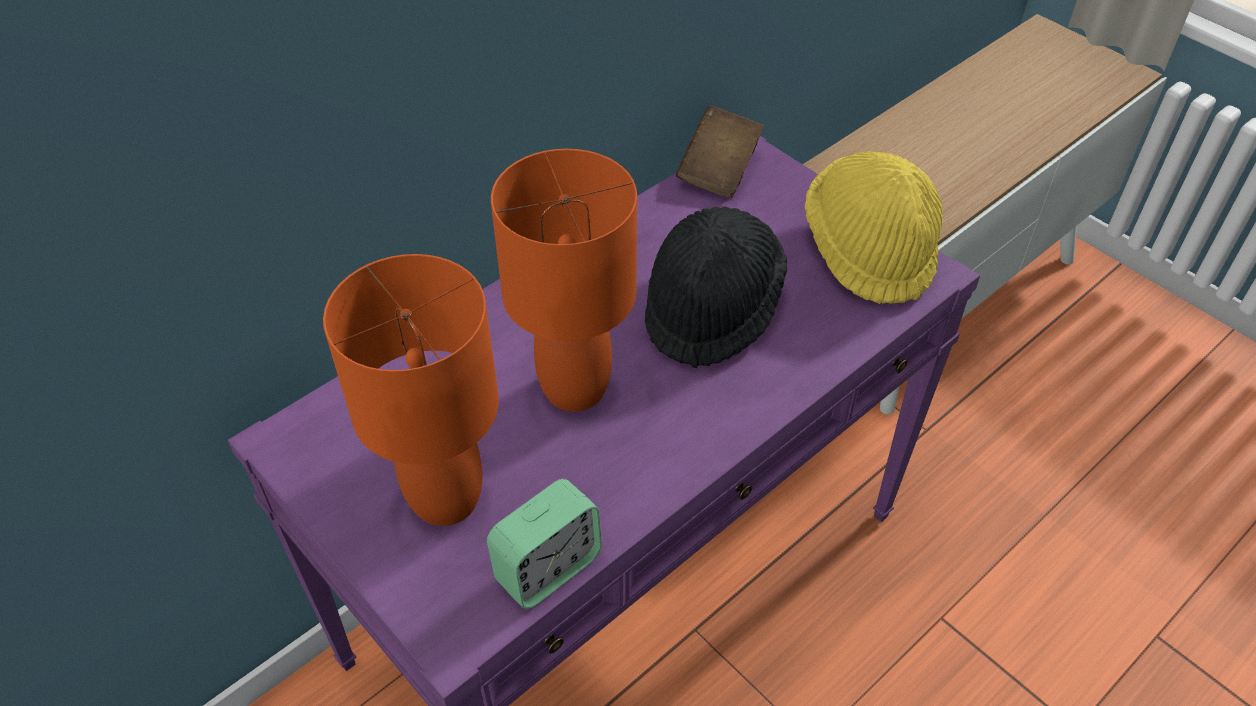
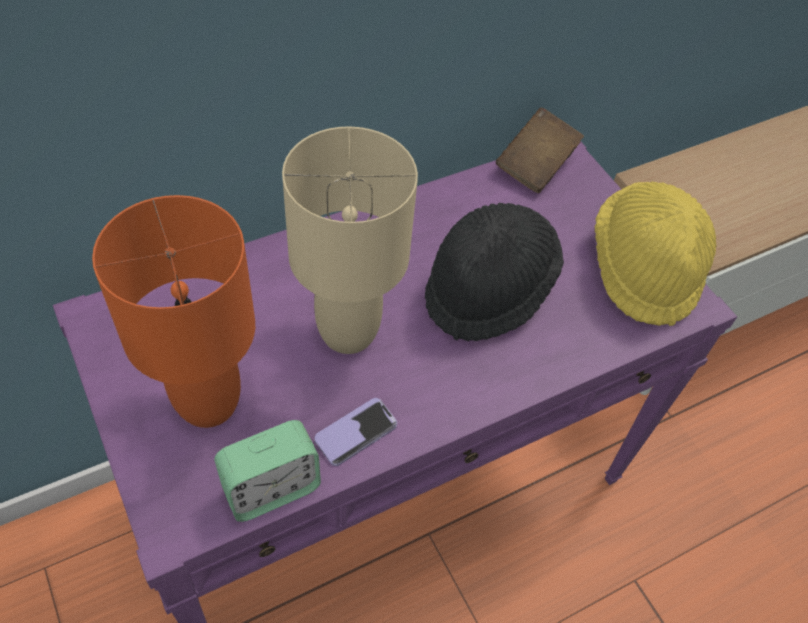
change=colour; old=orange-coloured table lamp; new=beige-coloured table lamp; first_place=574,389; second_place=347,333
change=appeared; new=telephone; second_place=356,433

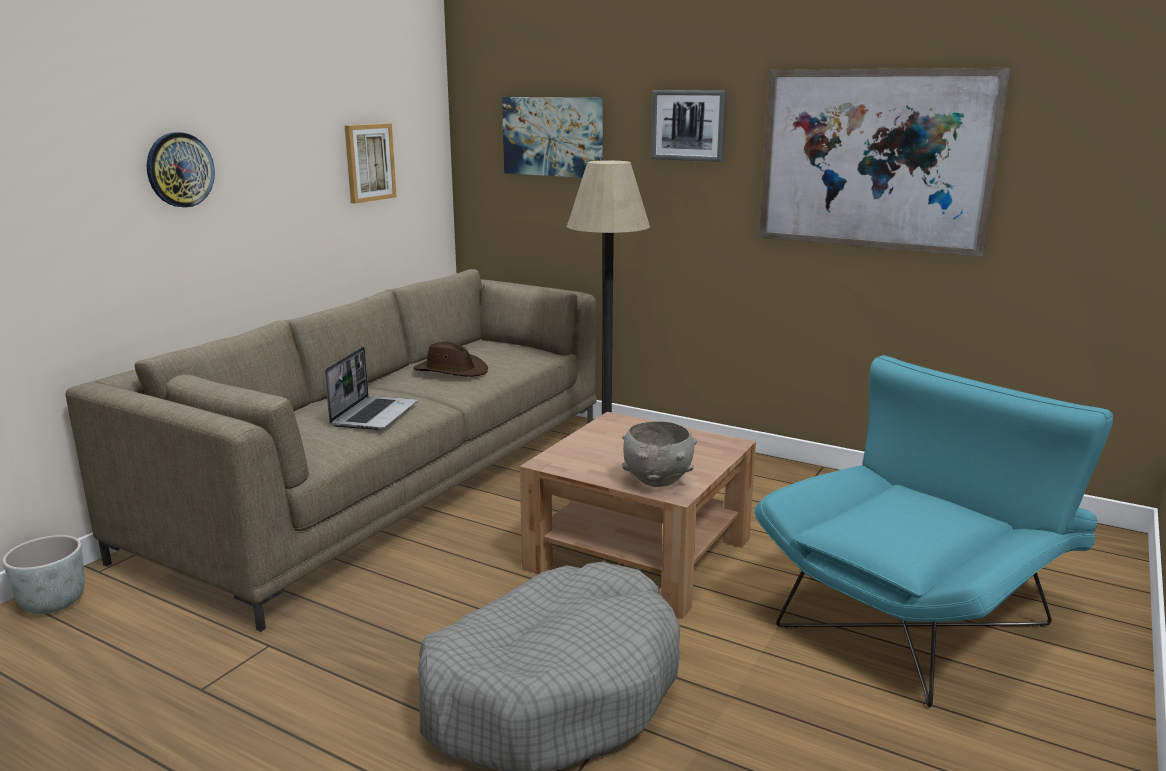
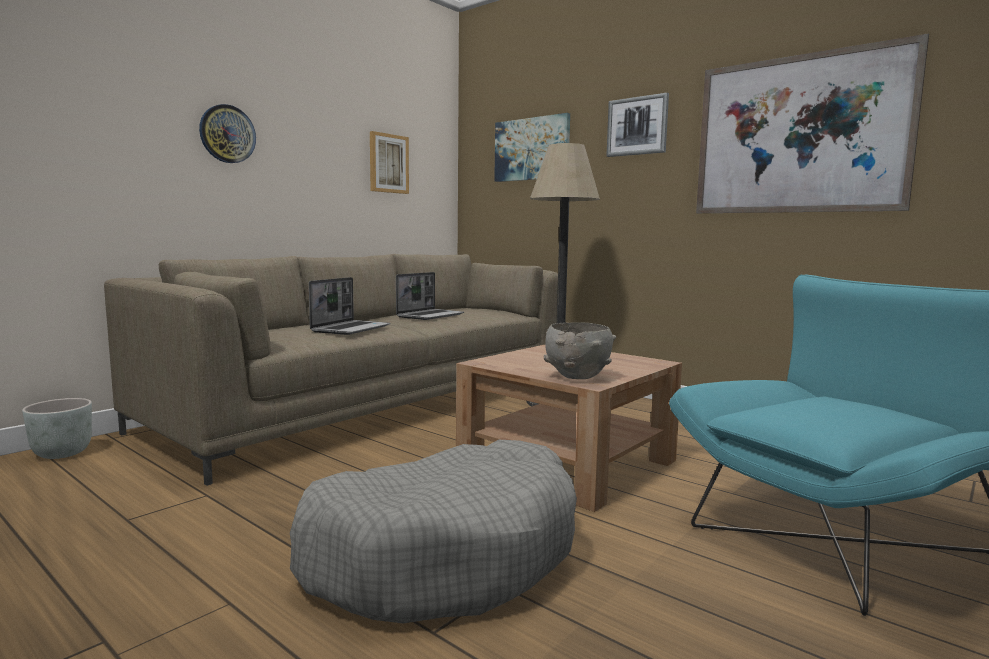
change=exchanged; old=brownish clothing hat; new=laptop; first_place=451,370; second_place=430,316

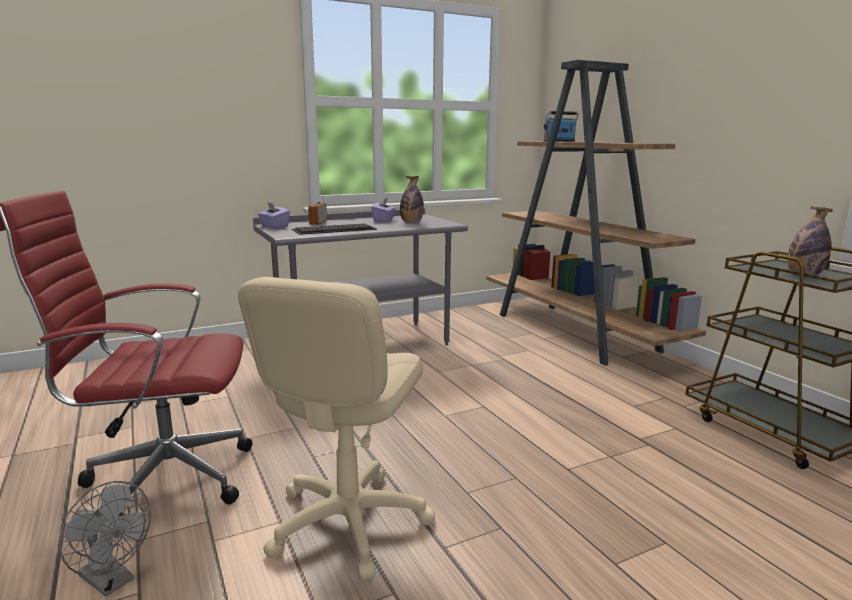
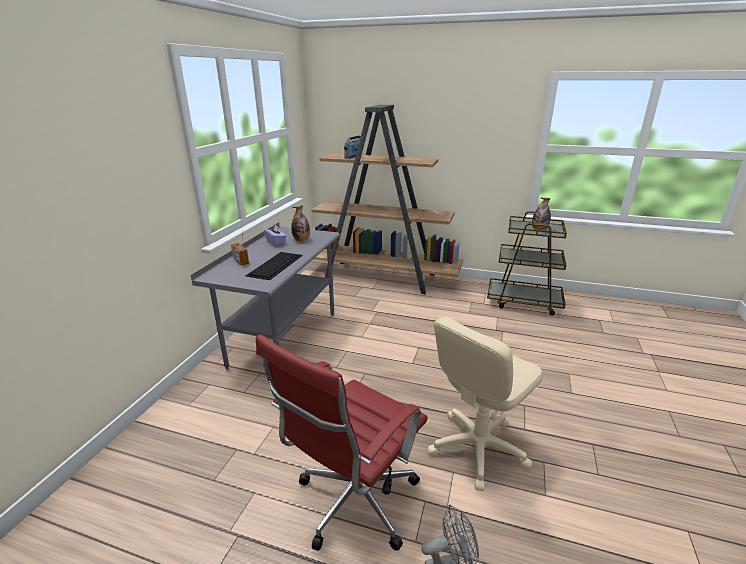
change=spun; old=beige-coloured desk chair; first_place=347,522; second_place=477,448; degrees=75
change=missing; old=purple-coloured tissue holder; first_place=274,226

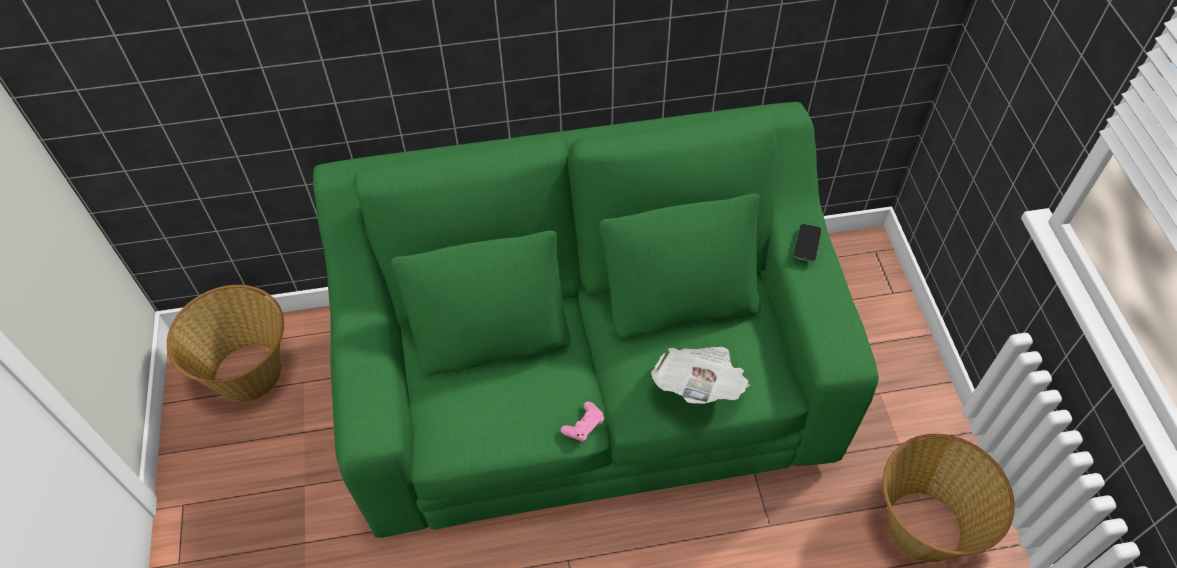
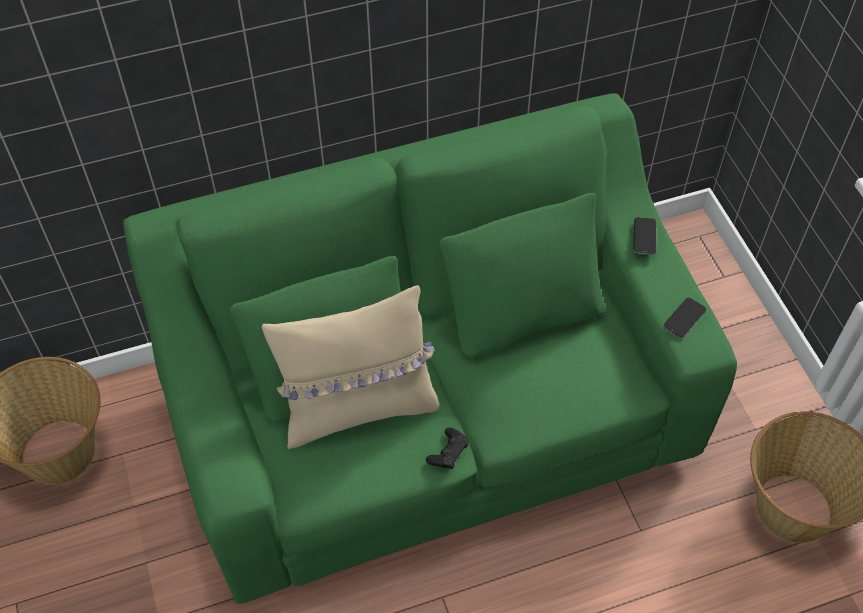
change=colour; old=pink-coloured joypad; new=black joypad; first_place=583,425; second_place=448,452
change=missing; old=daily paper; first_place=700,385
change=appeared; new=beige-coloured pillow; second_place=358,408
change=appeared; new=telephone; second_place=684,318

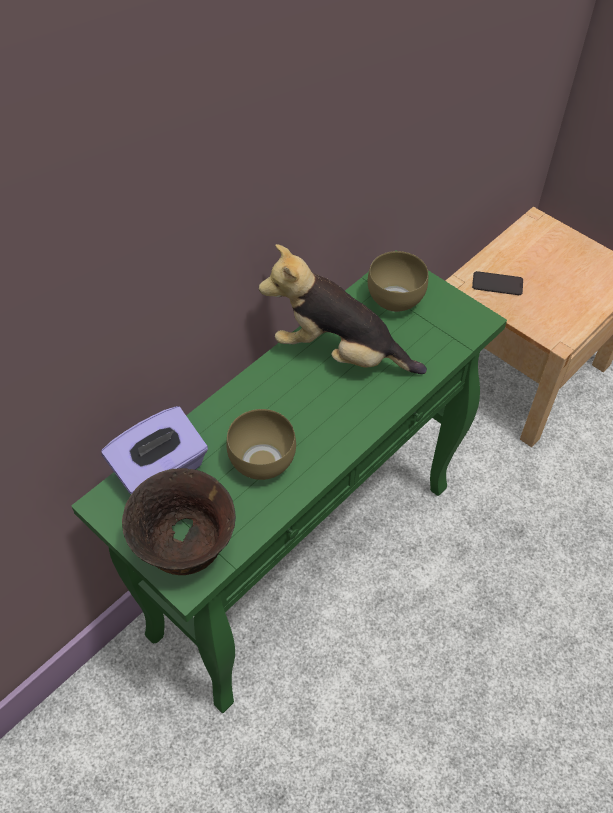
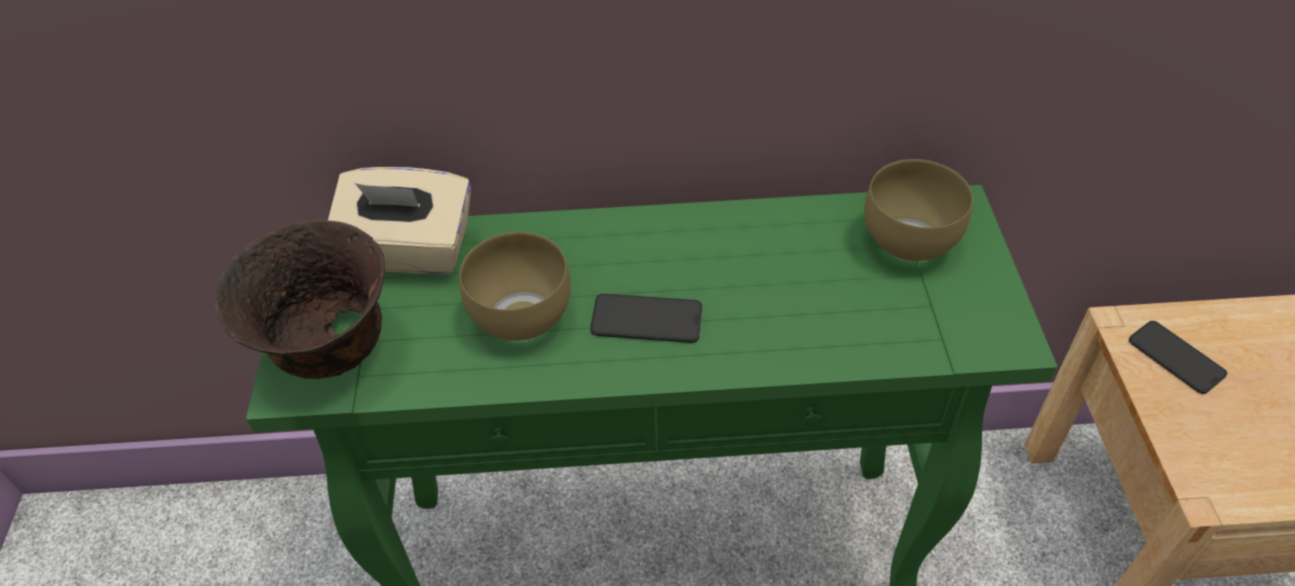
change=colour; old=purple-coloured tissue holder; new=beige-coloured tissue holder; first_place=160,471; second_place=409,252
change=missing; old=cuddly toy; first_place=339,353
change=appeared; new=telephone; second_place=646,319

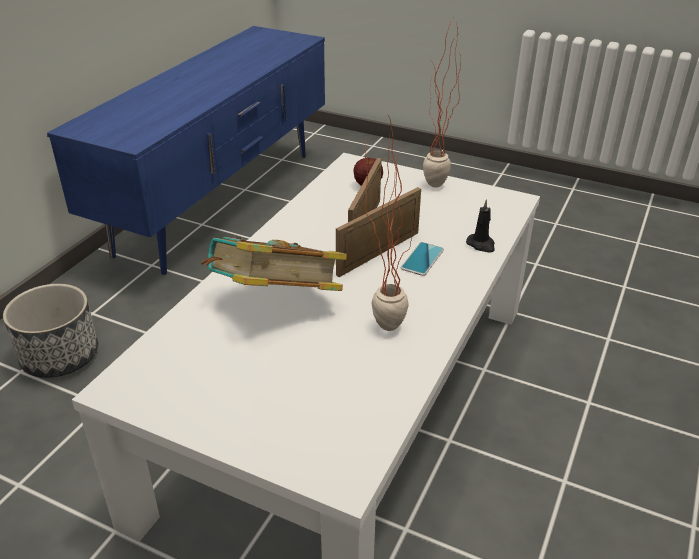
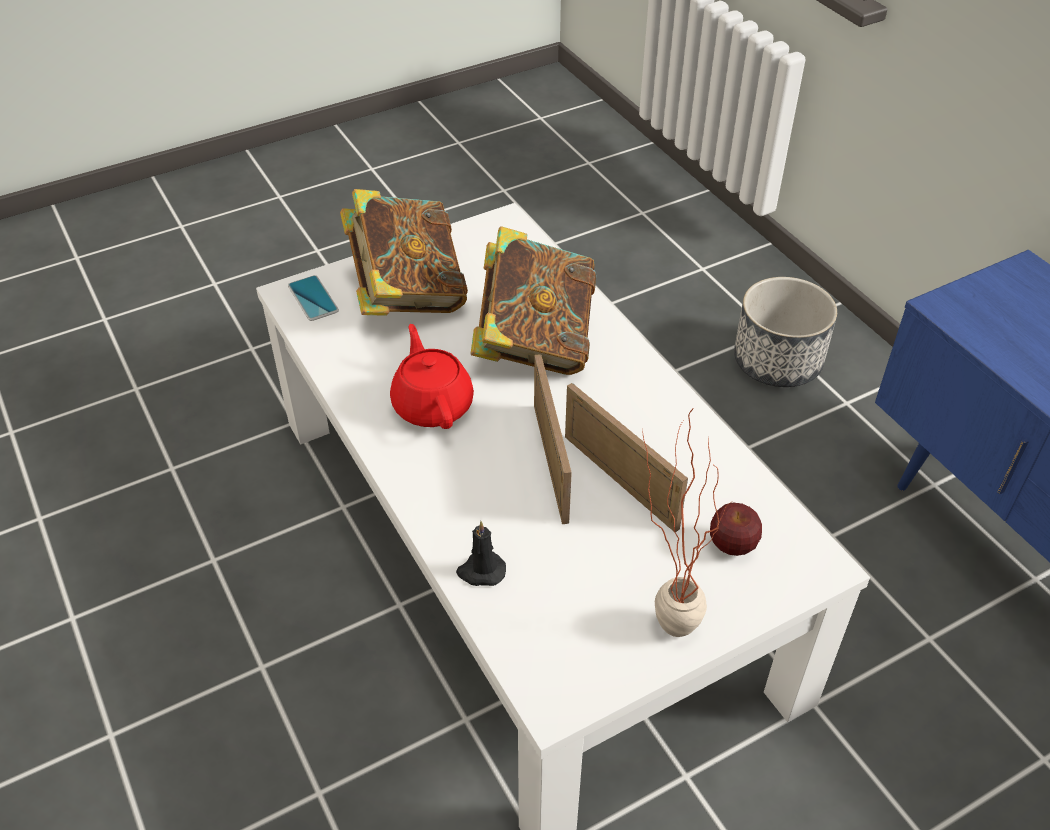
change=exchanged; old=plant in a pot; new=red-coloured tea pot; first_place=385,319; second_place=432,404
change=relocated; old=telephone; first_place=422,259; second_place=313,299
change=appeared; new=volume; second_place=407,294

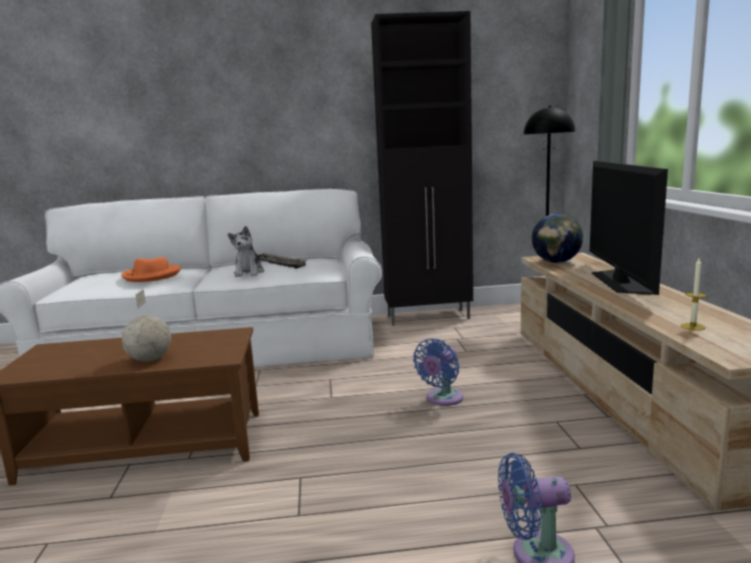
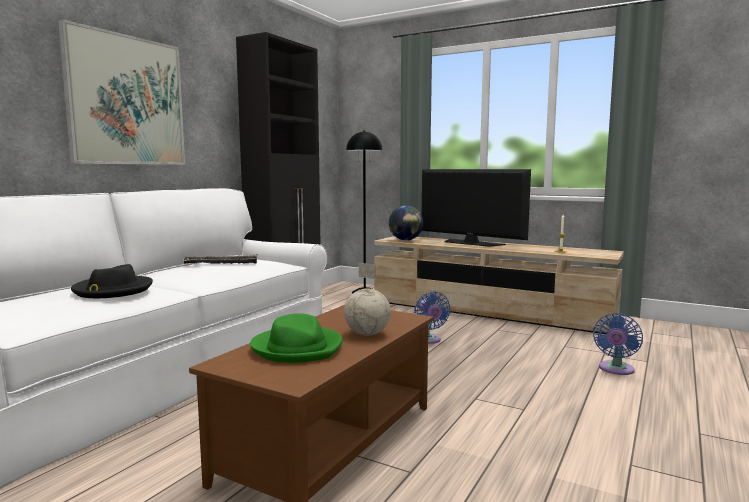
change=colour; old=orange-coloured clothing hat; new=black clothing hat; first_place=151,276; second_place=112,290
change=missing; old=cuddly toy; first_place=249,273
change=appeared; new=wall picture; second_place=126,101
change=appeared; new=greenish clothing hat; second_place=298,348

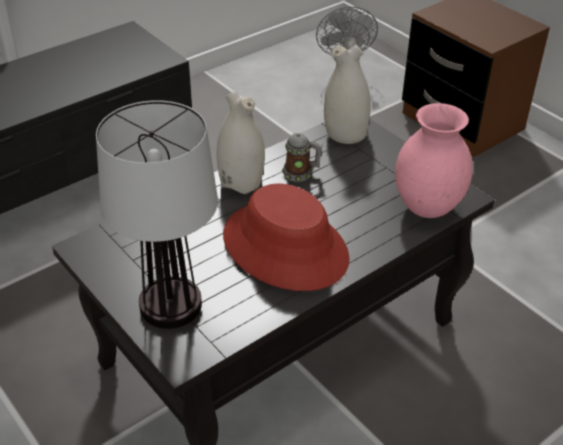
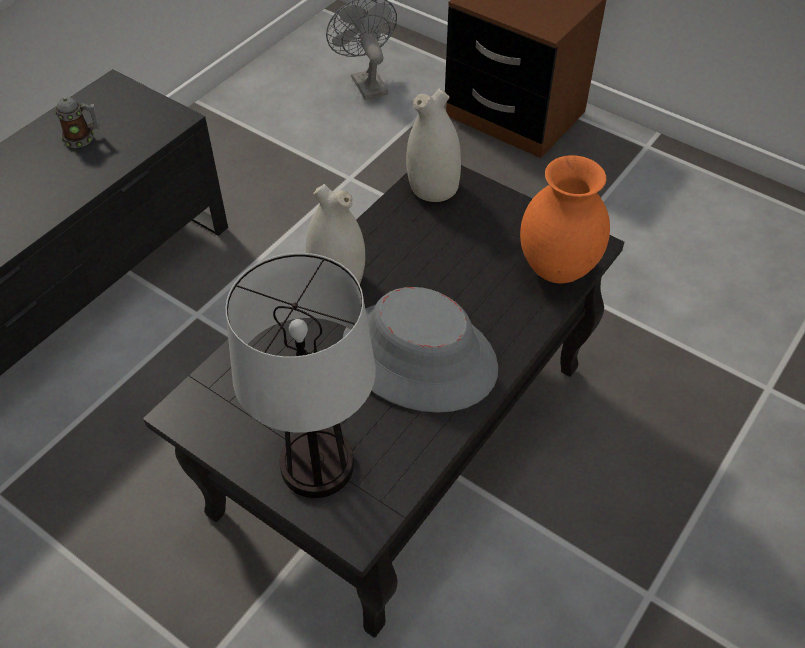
change=colour; old=red-coloured clothing hat; new=gray clothing hat; first_place=286,247; second_place=420,356
change=relocated; old=coffee mug; first_place=301,173; second_place=83,138
change=colour; old=pink-coloured vase; new=orange-coloured vase; first_place=425,208; second_place=555,270

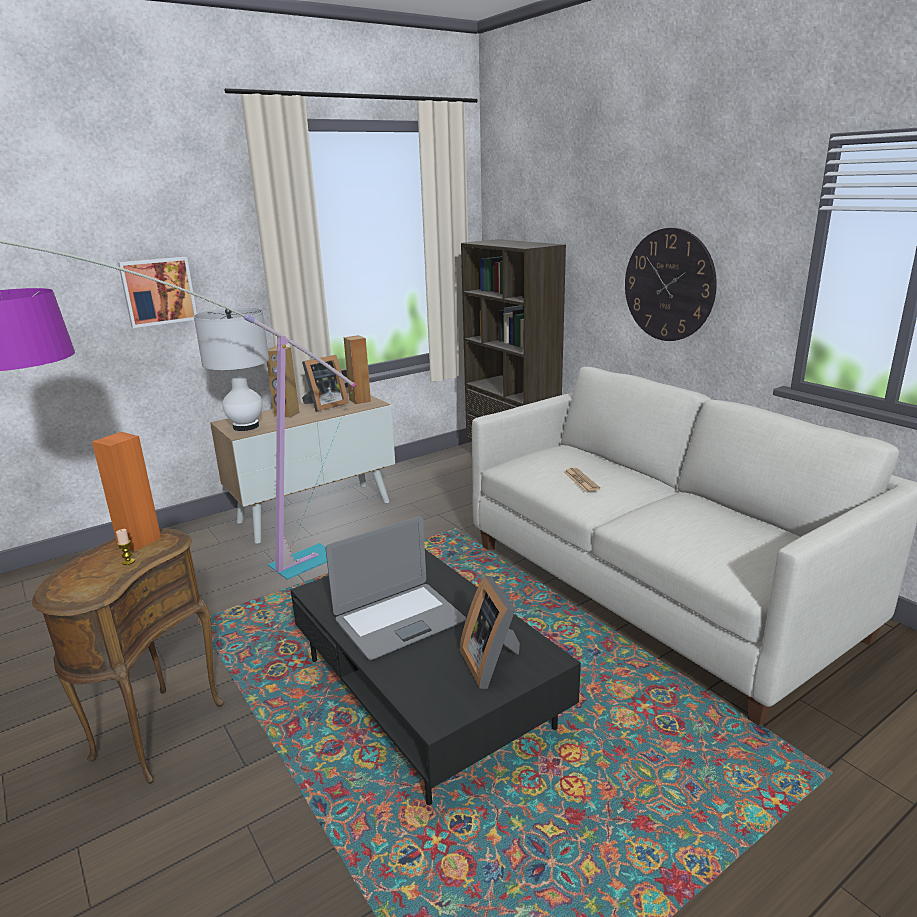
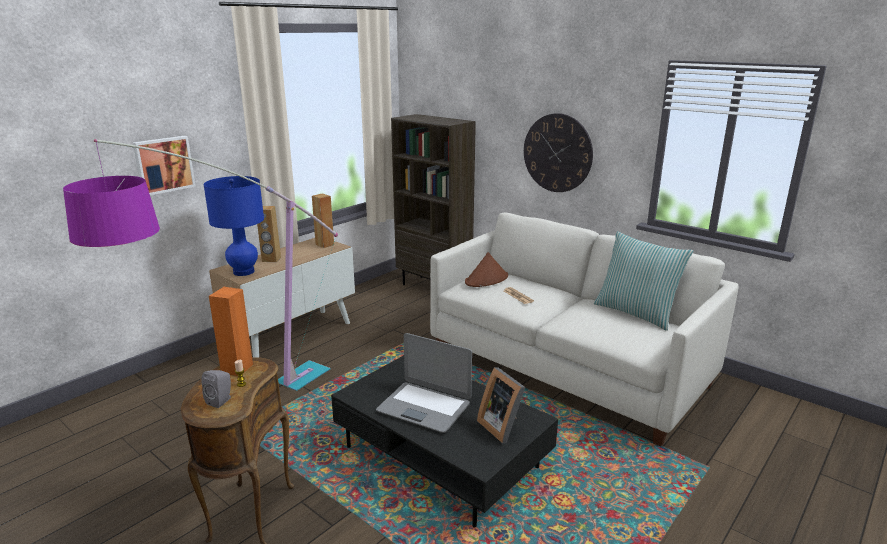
change=colour; old=white-coloured table lamp; new=blue-coloured table lamp; first_place=246,426; second_place=244,272
change=missing; old=standing frame; first_place=324,405
change=spun; old=laptop; first_place=399,620; second_place=424,407; degrees=75
change=appeared; new=gray speaker; second_place=221,401
change=appeared; new=brownish clothing hat; second_place=486,279
change=appeared; new=pillow; second_place=636,313

